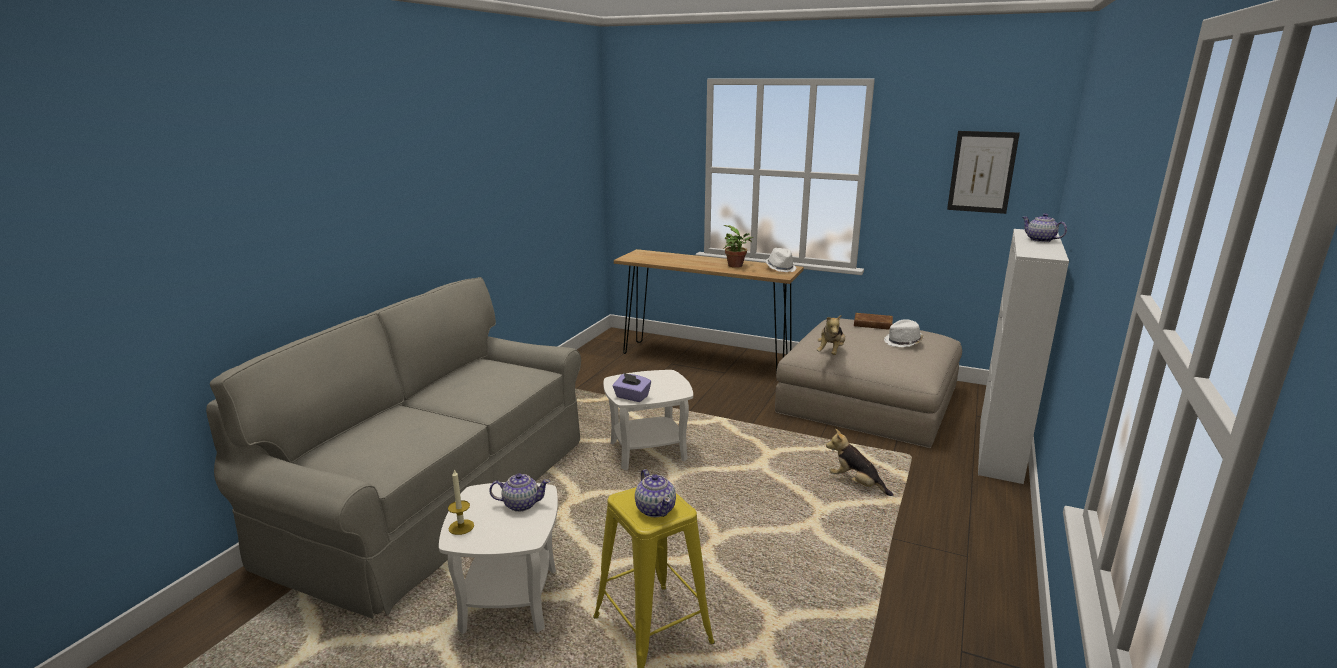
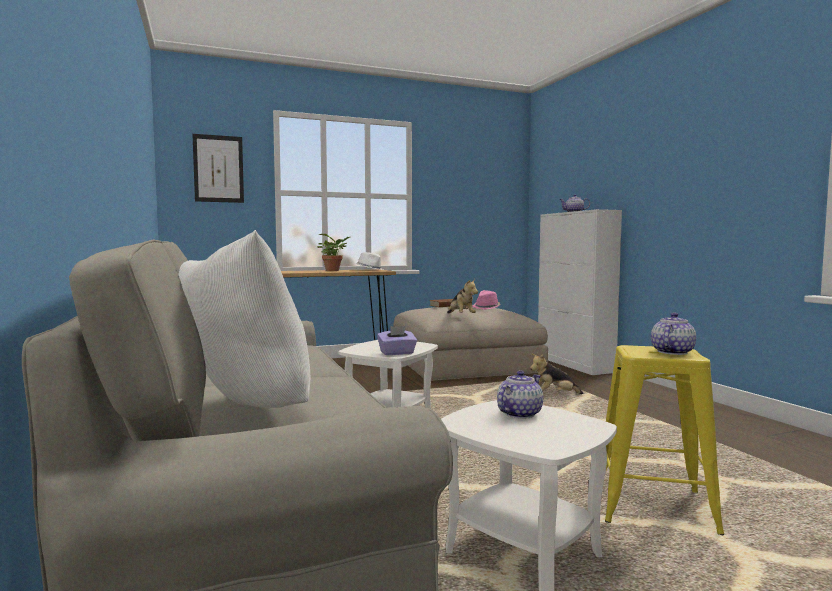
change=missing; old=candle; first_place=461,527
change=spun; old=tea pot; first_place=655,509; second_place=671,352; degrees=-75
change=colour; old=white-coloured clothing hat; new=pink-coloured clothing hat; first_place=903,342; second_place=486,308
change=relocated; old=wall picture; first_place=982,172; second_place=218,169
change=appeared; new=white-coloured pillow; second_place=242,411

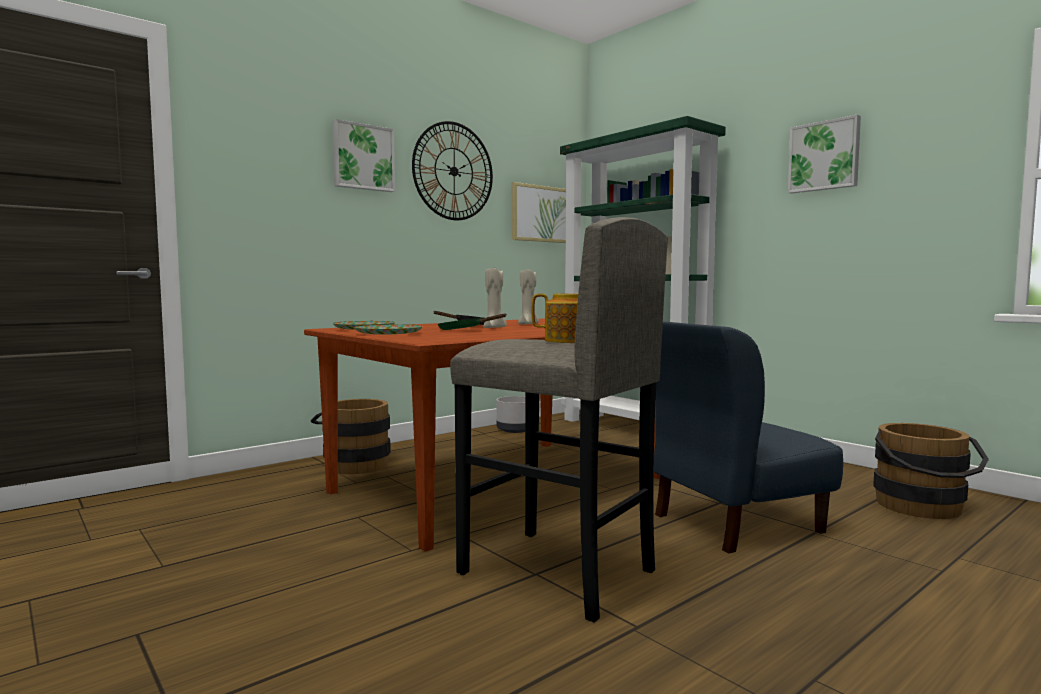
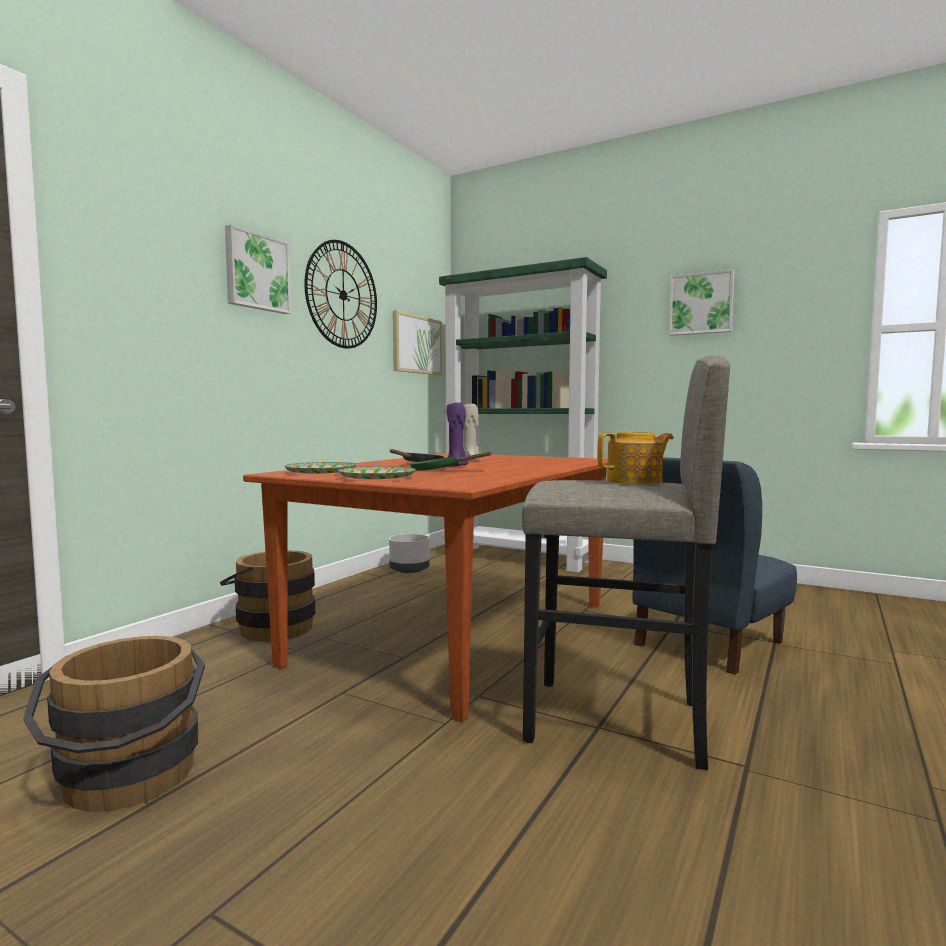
change=colour; old=beige-coloured candle; new=purple-coloured candle; first_place=495,328; second_place=457,466
change=relocated; old=brownish bucket; first_place=922,508; second_place=127,782

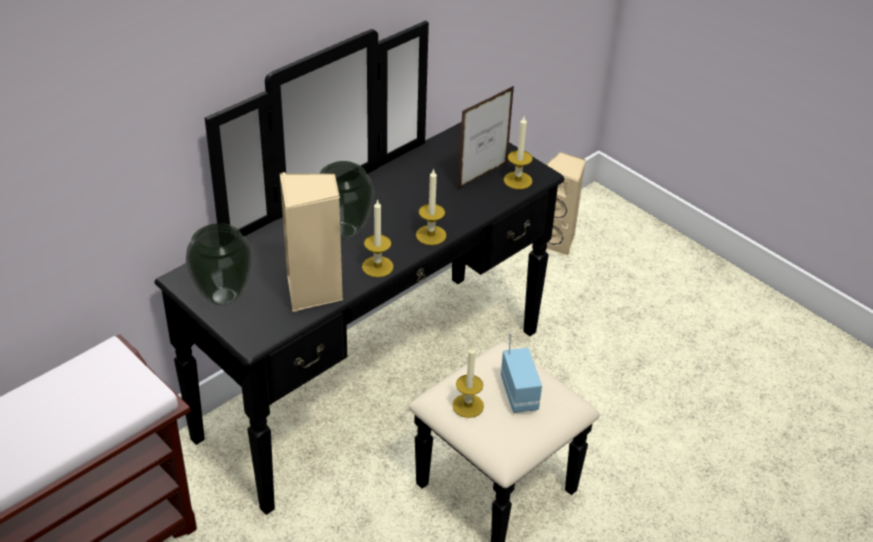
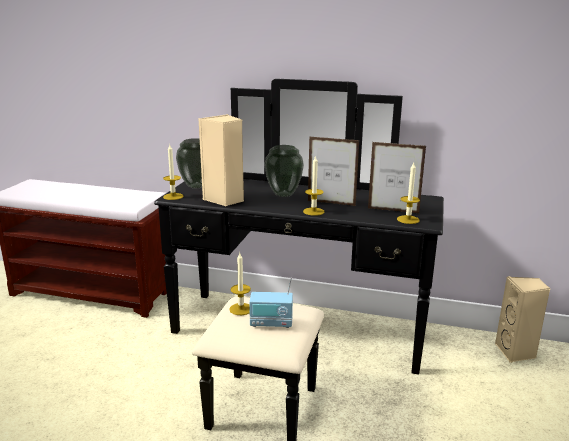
change=relocated; old=candle; first_place=377,266; second_place=173,196
change=spun; old=radio receiver; first_place=520,394; second_place=271,323; degrees=45
change=appeared; new=standing frame; second_place=331,203

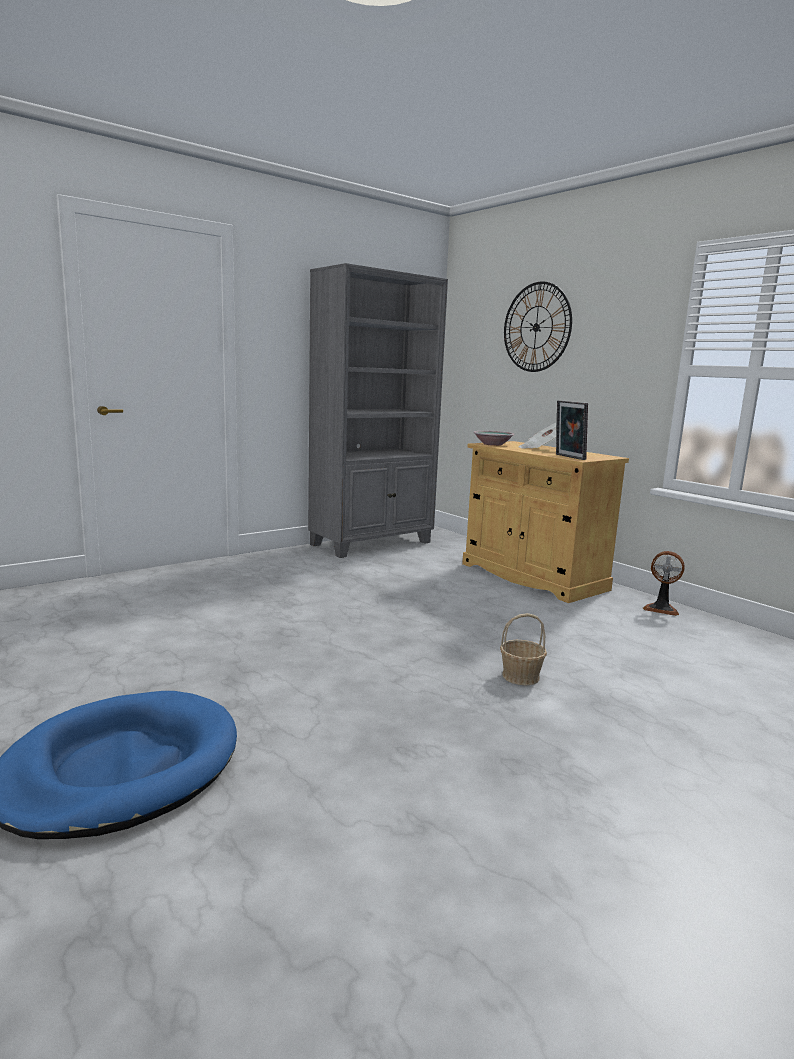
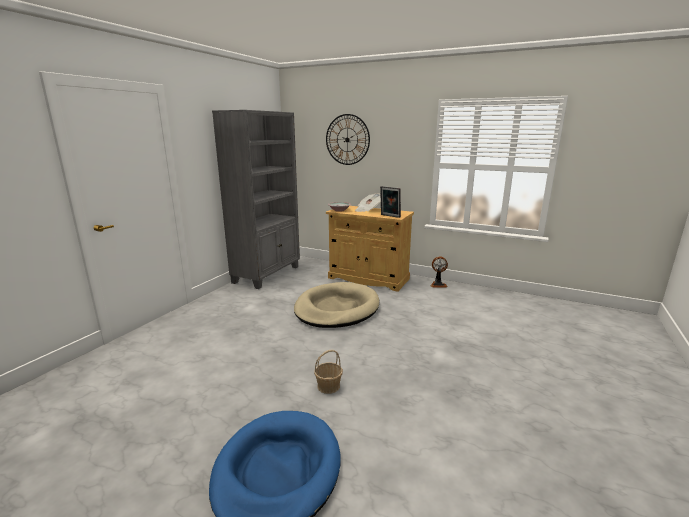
change=relocated; old=household basket; first_place=521,676; second_place=329,386
change=appeared; new=beige-coloured pet bed; second_place=336,309

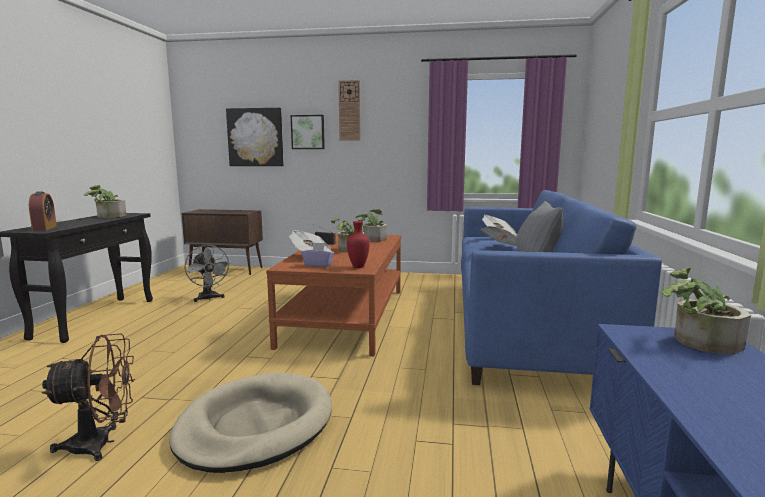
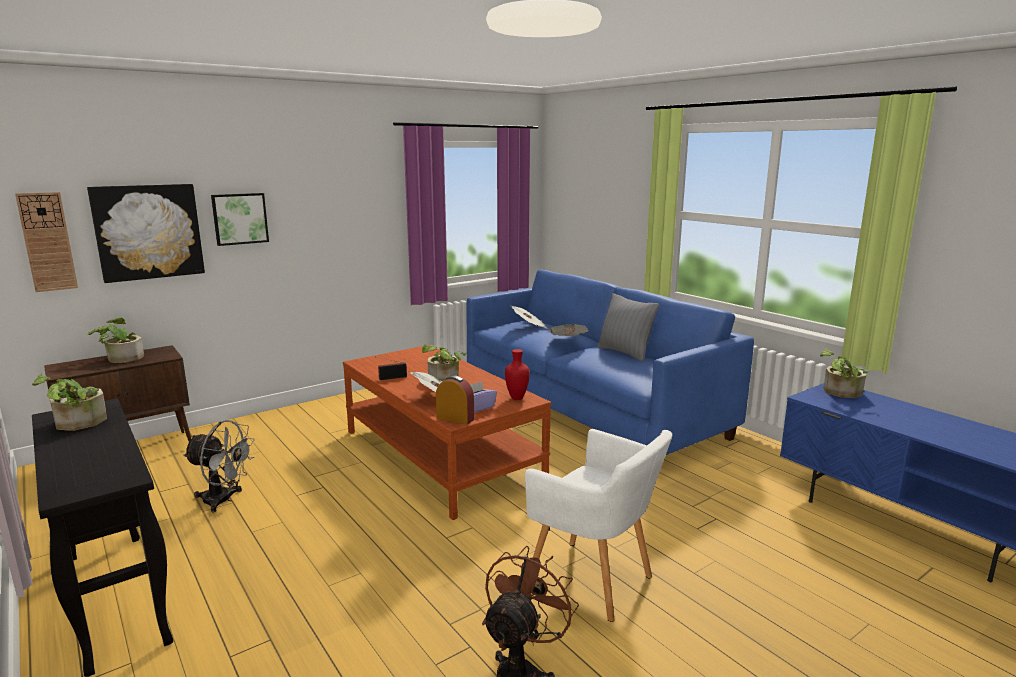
change=relocated; old=alarm clock; first_place=44,228; second_place=455,418
change=exchanged; old=beige-coloured pet bed; new=white-coloured easy chair; first_place=255,426; second_place=595,581
change=relocated; old=hanging clock; first_place=349,110; second_place=47,242
change=relocated; old=plant in a pot; first_place=372,239; second_place=121,358

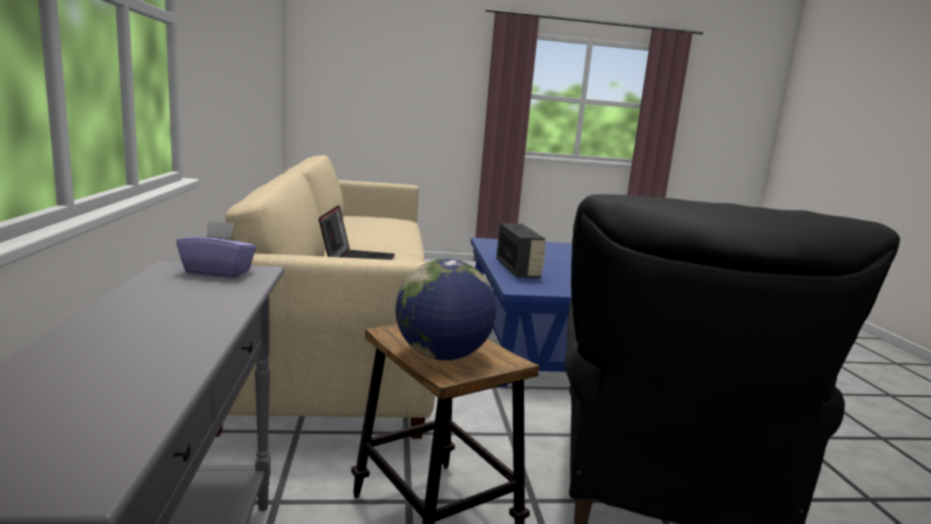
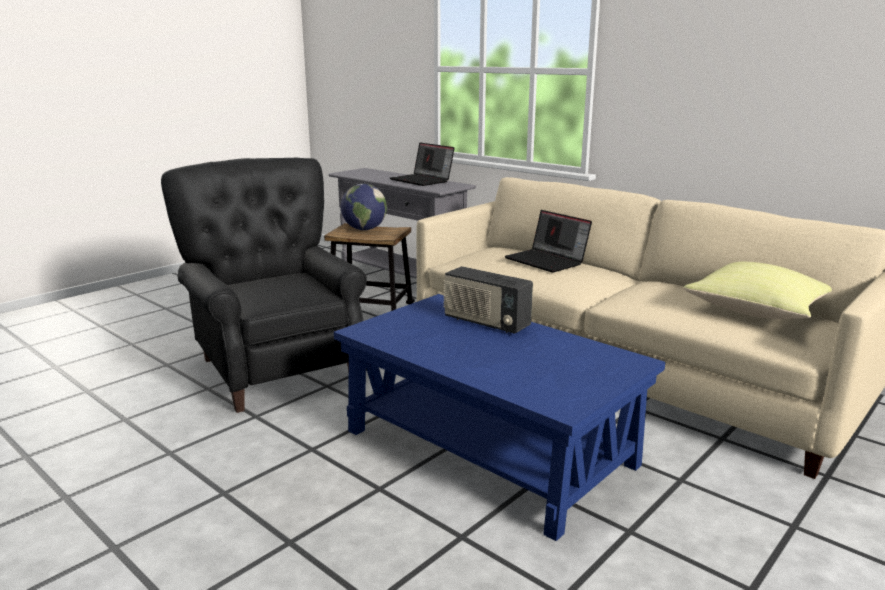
change=missing; old=purple-coloured tissue holder; first_place=218,272
change=appeared; new=laptop; second_place=422,180
change=appeared; new=yellowish pillow; second_place=758,311

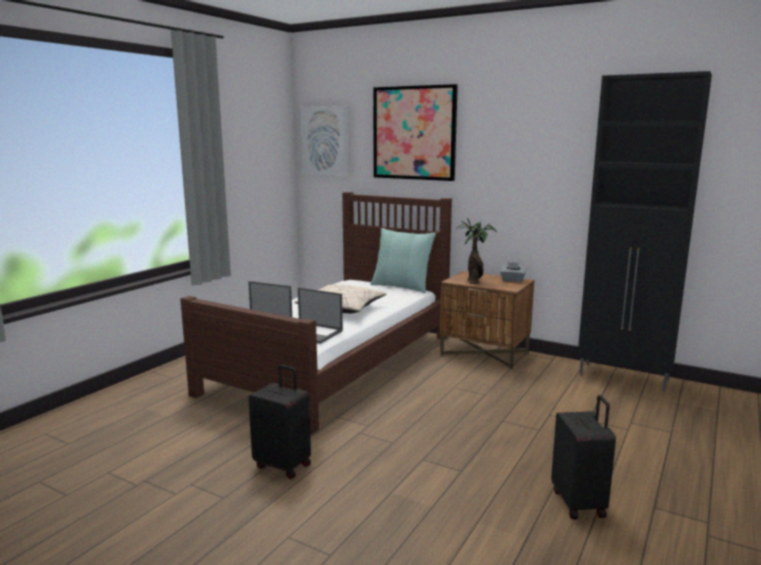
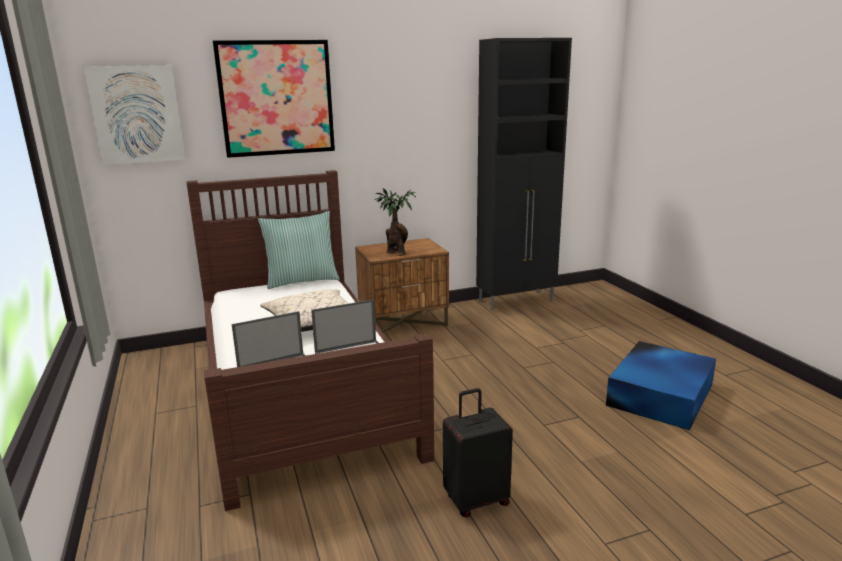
change=missing; old=gray tissue holder; first_place=512,280
change=exchanged; old=black suitcase; new=blue-coloured storage box; first_place=579,503; second_place=661,394

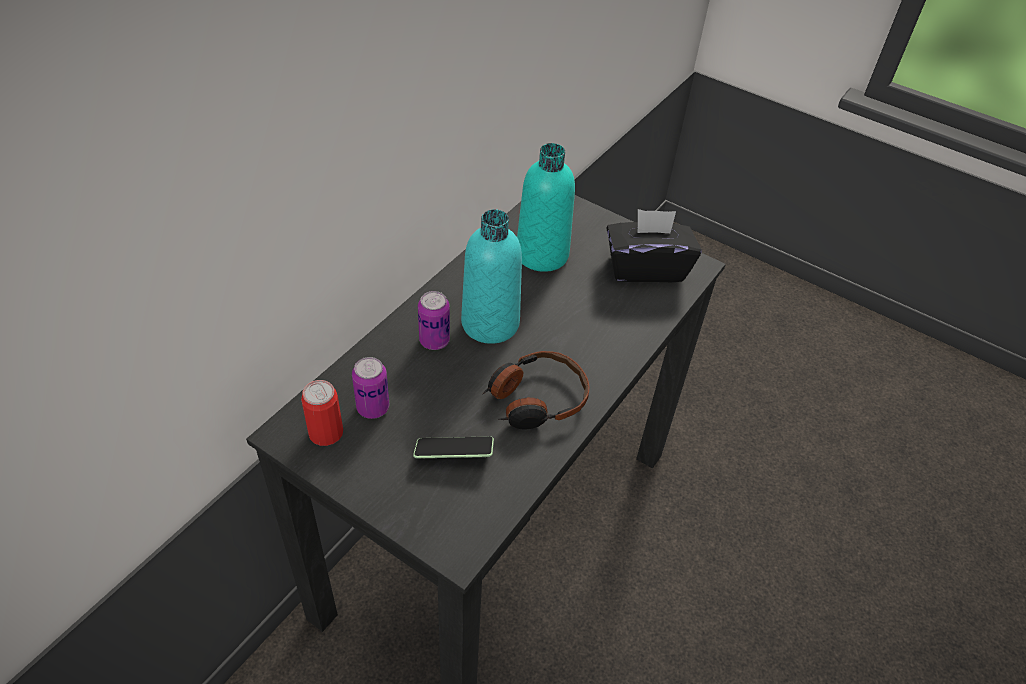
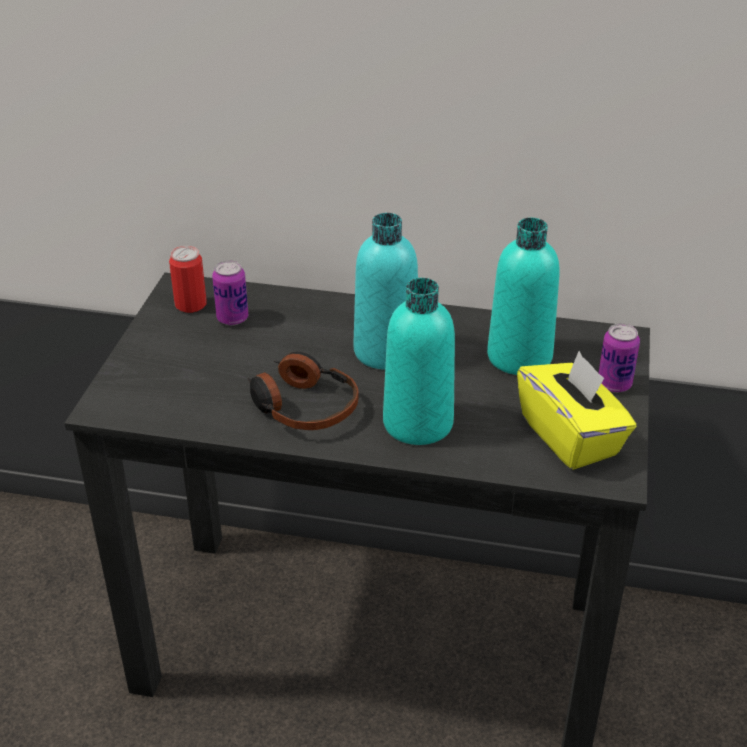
change=missing; old=telephone; first_place=454,454
change=relocated; old=can; first_place=434,341; second_place=614,384
change=colour; old=black tissue holder; new=yellowish tissue holder; first_place=646,267; second_place=571,436
change=appeared; new=turquoise-coloured beverage bottle; second_place=418,423

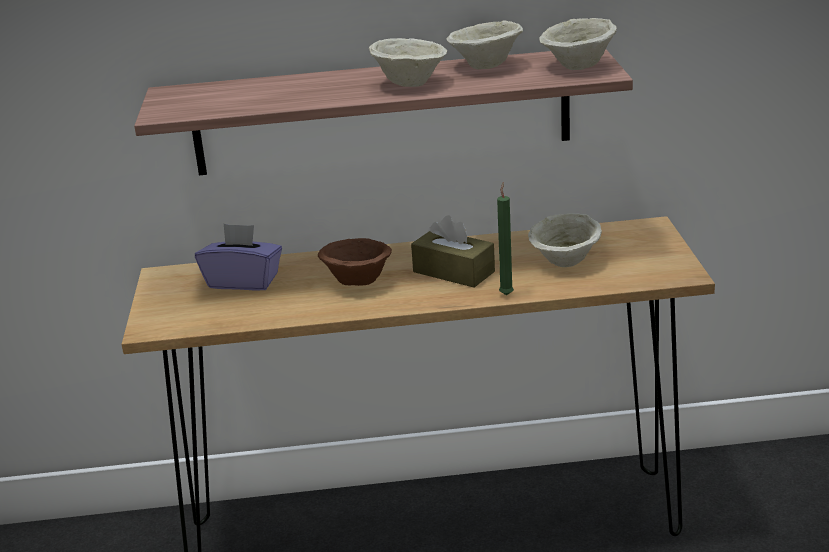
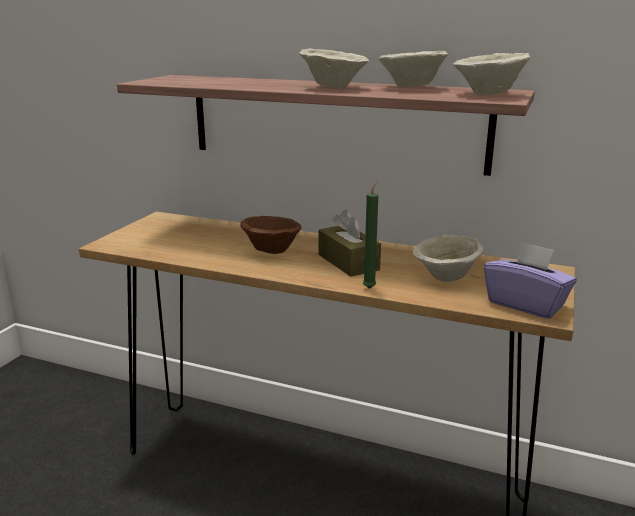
change=relocated; old=purple-coloured tissue holder; first_place=243,281; second_place=525,304

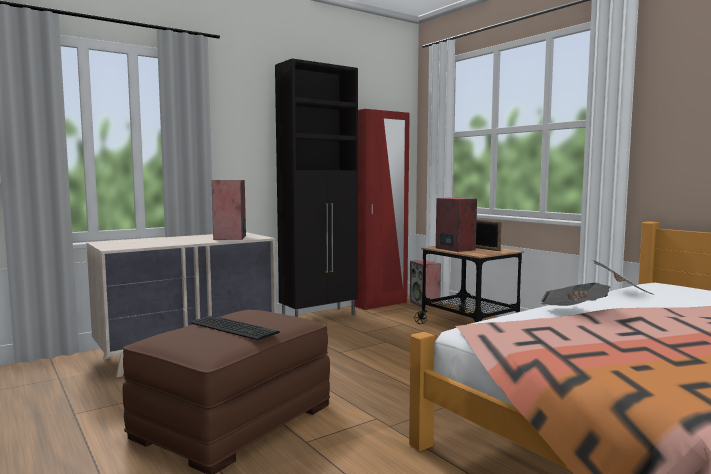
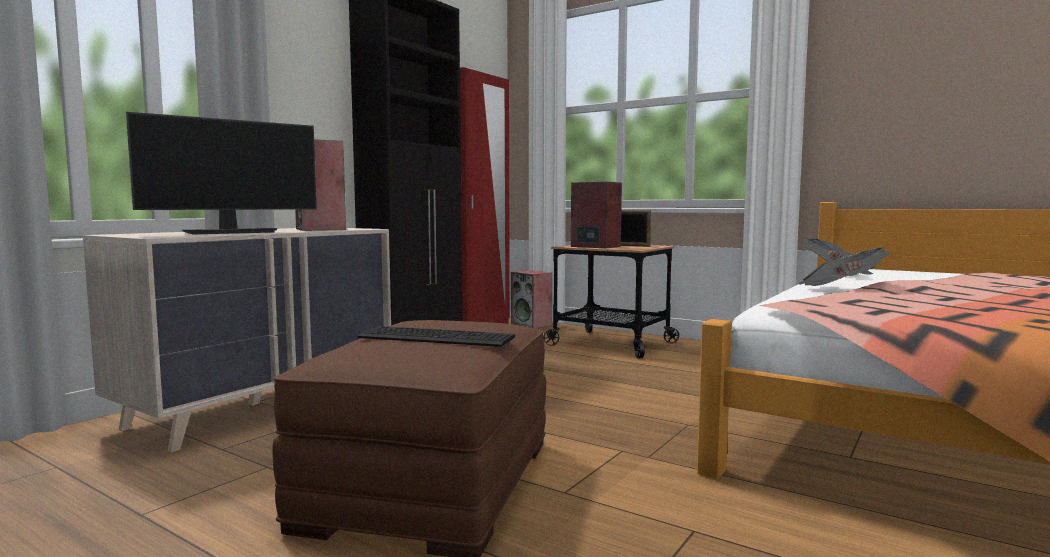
change=appeared; new=computer screen; second_place=232,232

